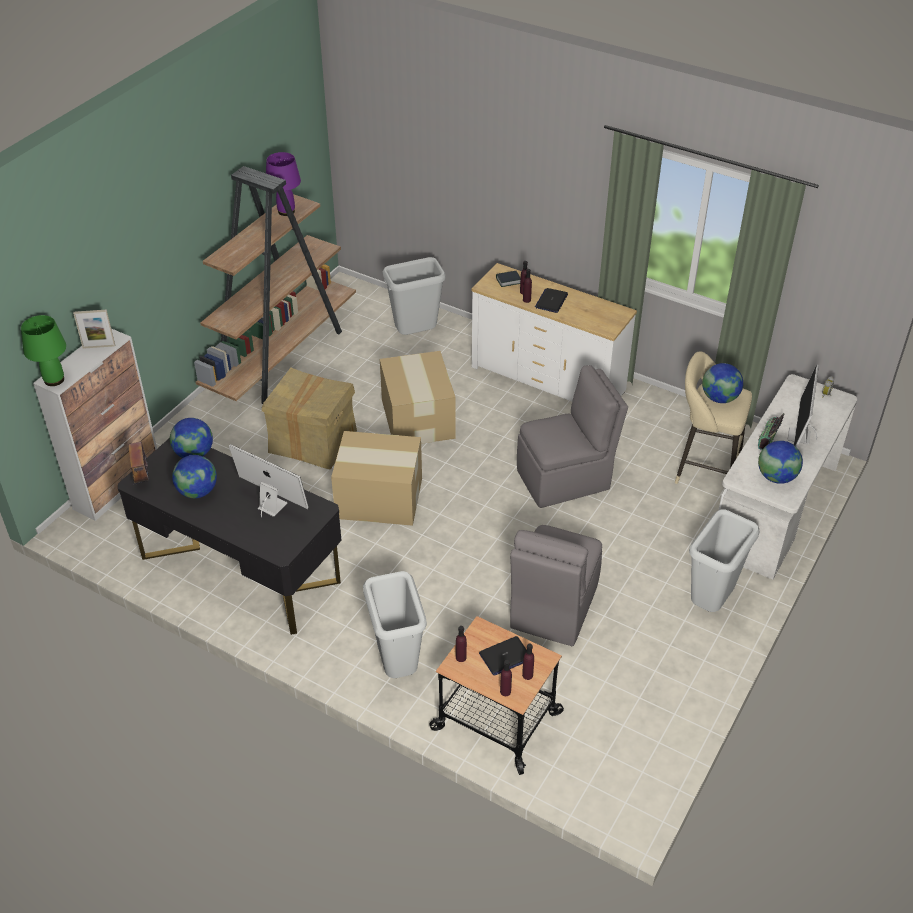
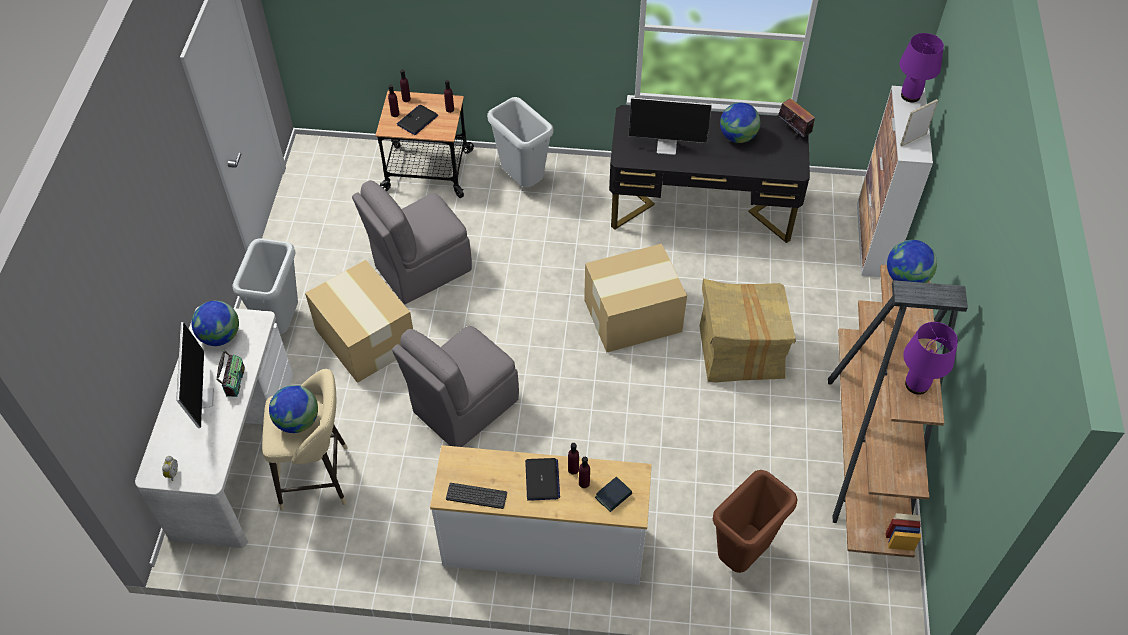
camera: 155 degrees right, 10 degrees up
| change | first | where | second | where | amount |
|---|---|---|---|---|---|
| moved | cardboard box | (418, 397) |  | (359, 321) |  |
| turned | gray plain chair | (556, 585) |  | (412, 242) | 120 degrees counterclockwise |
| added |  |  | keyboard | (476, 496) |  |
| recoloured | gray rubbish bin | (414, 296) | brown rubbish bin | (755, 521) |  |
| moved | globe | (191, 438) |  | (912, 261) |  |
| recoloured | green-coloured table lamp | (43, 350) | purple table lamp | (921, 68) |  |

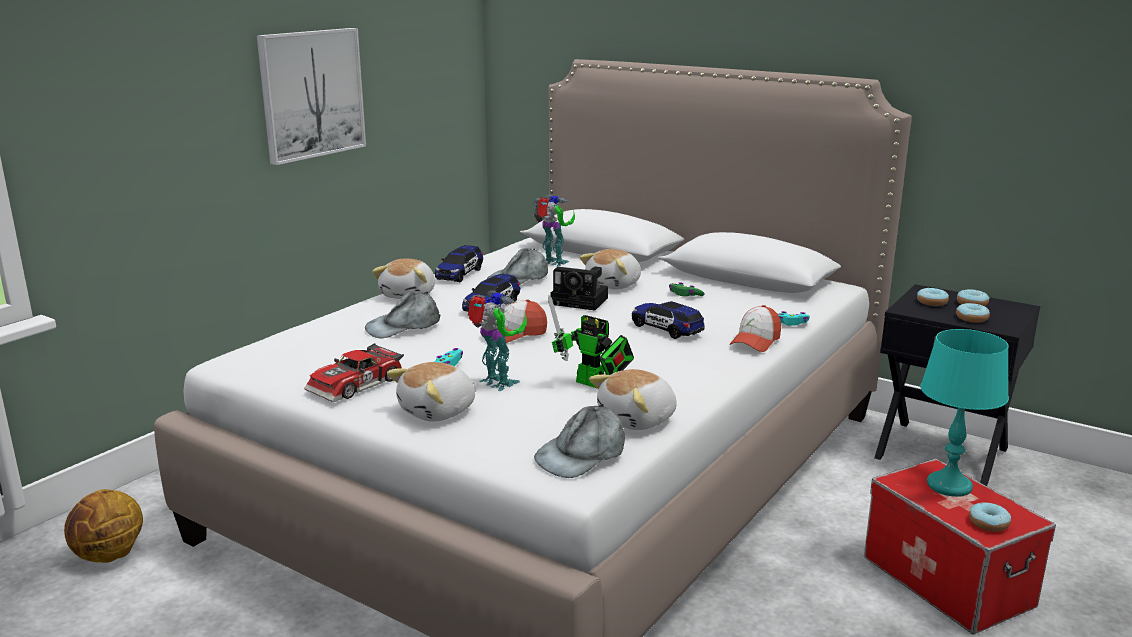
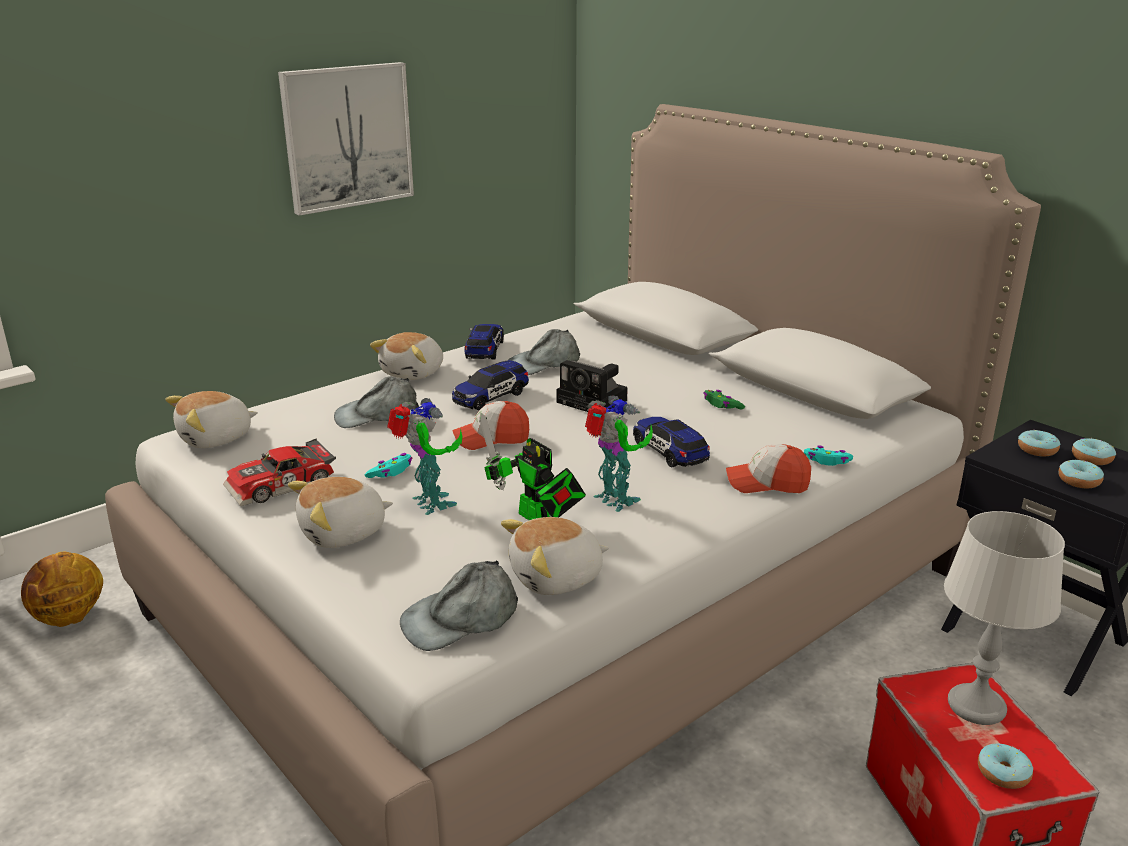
camera: 15 degrees right, 5 degrees up
| change | first | where | second | where | amount |
|---|---|---|---|---|---|
| moved | cuddly toy | (610, 269) |  | (211, 419) |  |
| turned | miniature car | (459, 264) |  | (484, 342) | 150 degrees clockwise |
| moved | toy robot | (554, 230) |  | (619, 453) |  |
| turned | cap | (755, 328) |  | (768, 468) | 45 degrees clockwise |
| recoloured | turquoise table lamp | (964, 413) | gray table lamp | (1004, 618) |  |

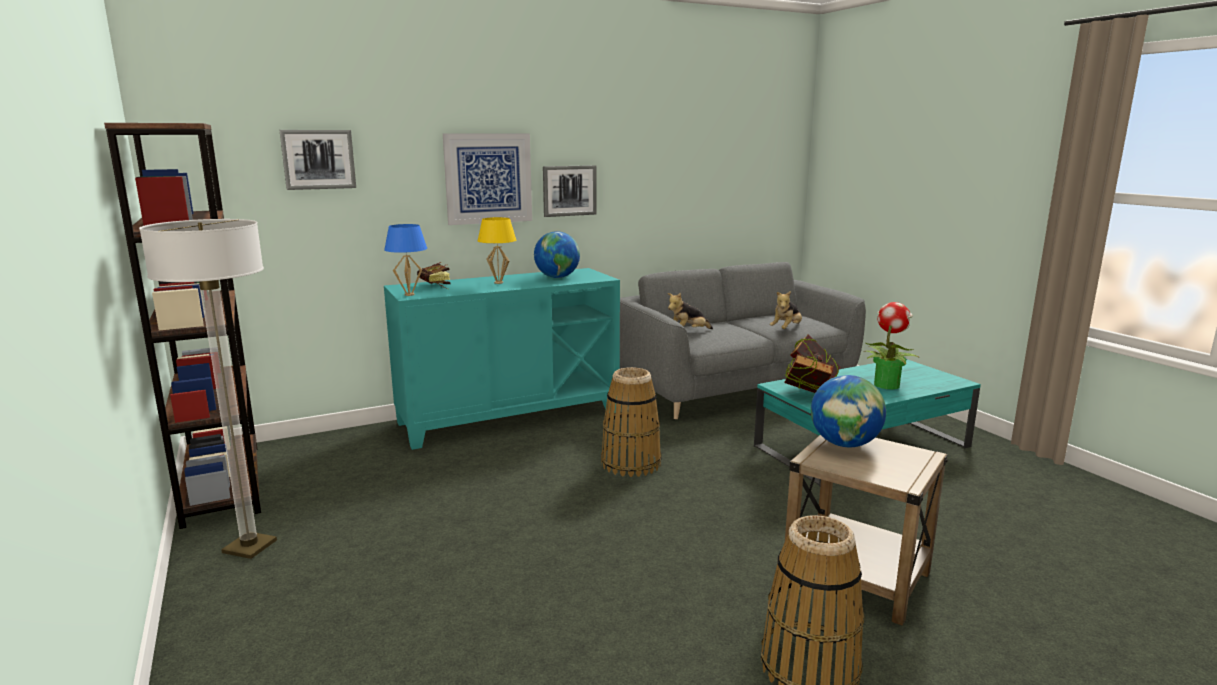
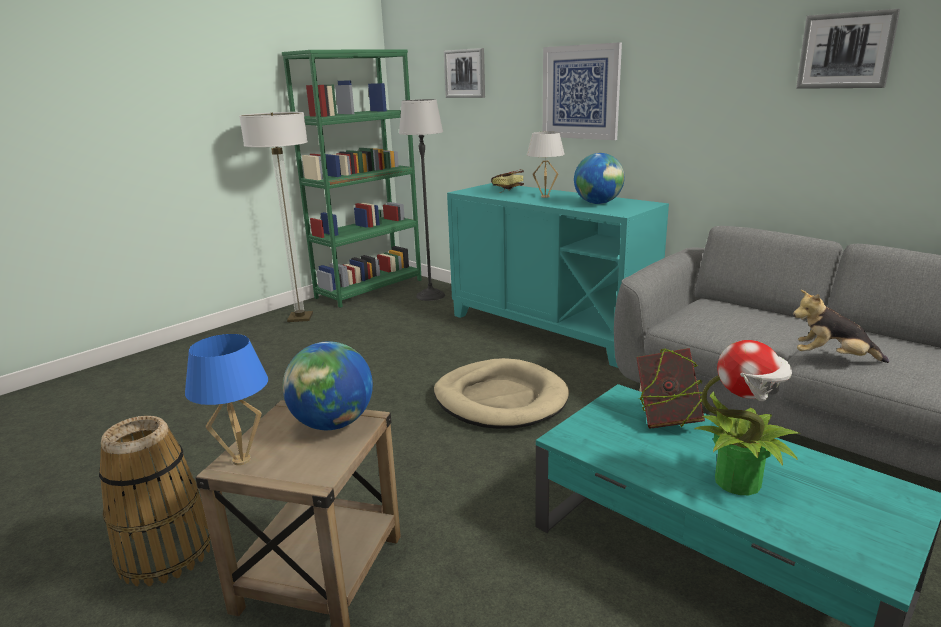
camera: 70 degrees right, 5 degrees up
| change | first | where | second | where | amount |
|---|---|---|---|---|---|
| moved | blue table lamp | (405, 260) |  | (226, 399) |  |
| recoloured | brown shelving unit | (182, 326) | green-coloured shelving unit | (352, 179) |  |
| added |  |  | standing lamp | (422, 200) |  |
| replaced | household basket | (631, 422) | beige-coloured pet bed | (501, 393) |  |
| recoloured | yellow-coloured table lamp | (497, 250) | white table lamp | (546, 165) |  |
| moved | picture | (570, 191) |  | (848, 49) |  |
| removed | cuddly toy | (690, 311) |  |  |  |
| removed | book | (809, 373) |  |  |  |

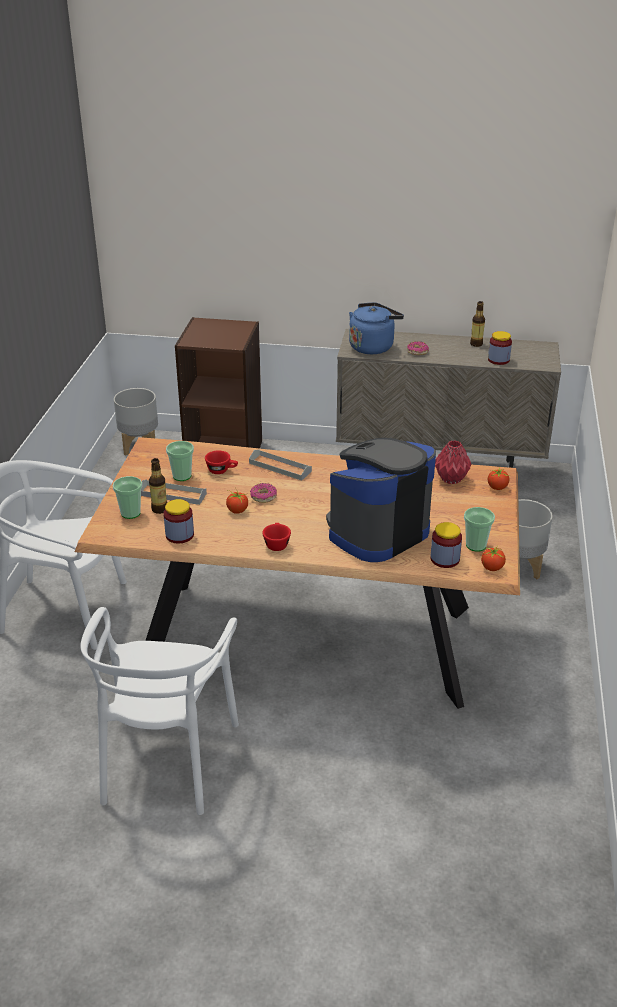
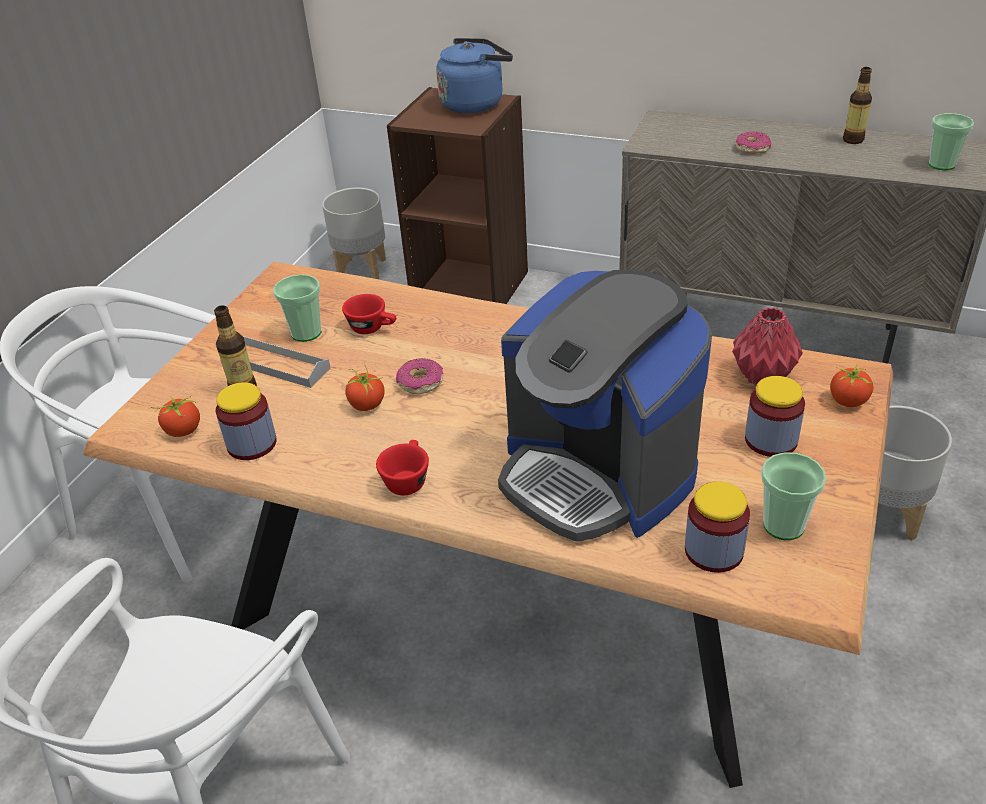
camera: 15 degrees right, 5 degrees up
| change | first | where | second | where | amount |
|---|---|---|---|---|---|
| moved | whole tomato | (493, 558) |  | (175, 416) |  |
| moved | blue tea kettle | (376, 328) |  | (474, 75) |  |
| turned | coffee machine | (381, 500) |  | (605, 405) | 105 degrees counterclockwise |
| moved | preserve jar | (500, 348) |  | (775, 416) |  |
| moved | drinking cup | (127, 497) |  | (951, 141) |  |
| removed | gray tray | (280, 465) |  |  |  |

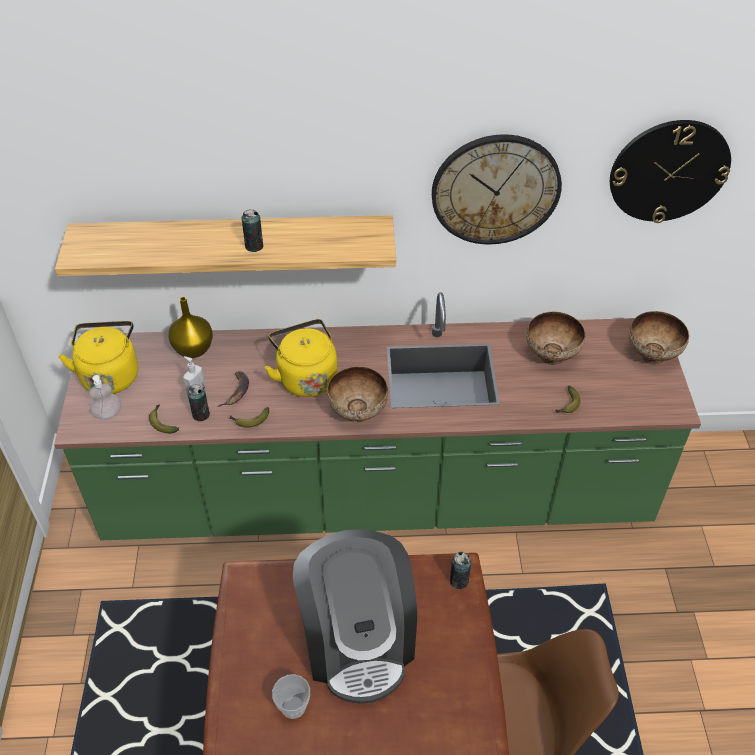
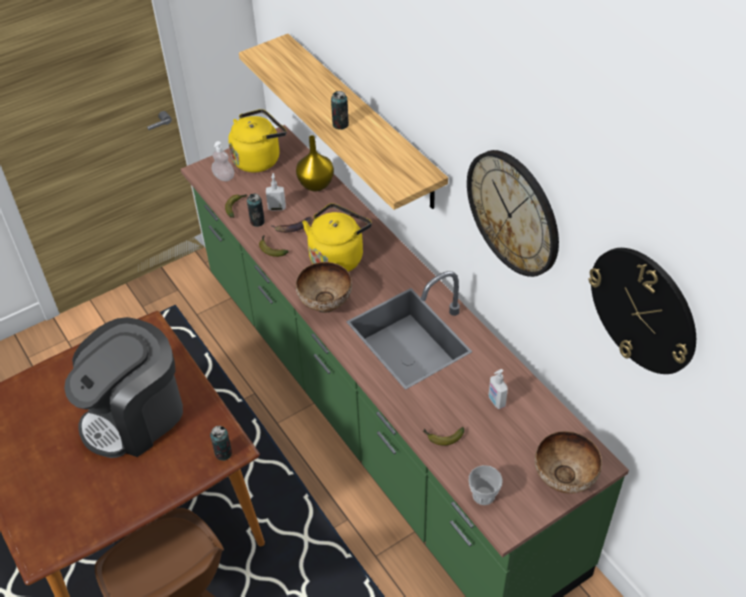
camera: 60 degrees right, 0 degrees up
| change | first | where | second | where | amount |
|---|---|---|---|---|---|
| moved | drinking cup | (291, 696) |  | (486, 485) |  |
| replaced | serving bowl | (555, 338) | soap dispenser | (498, 389) |  |

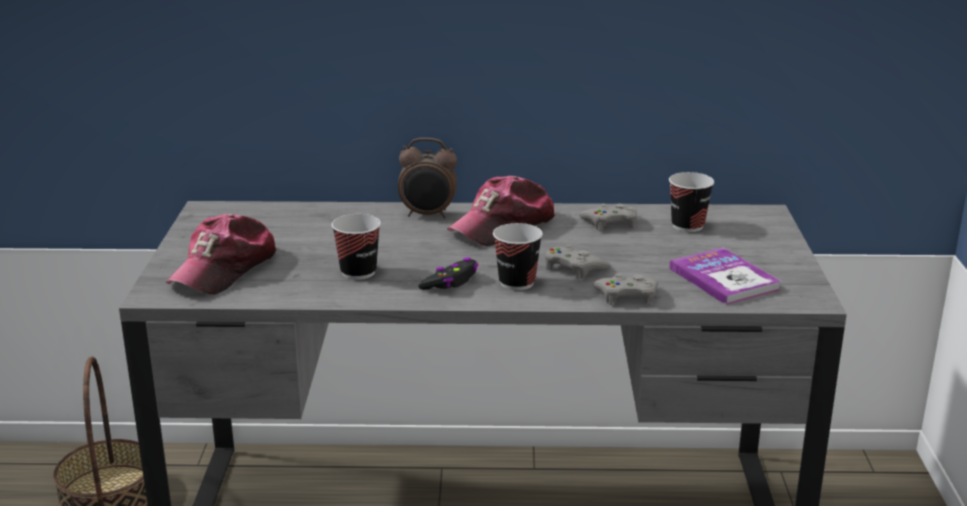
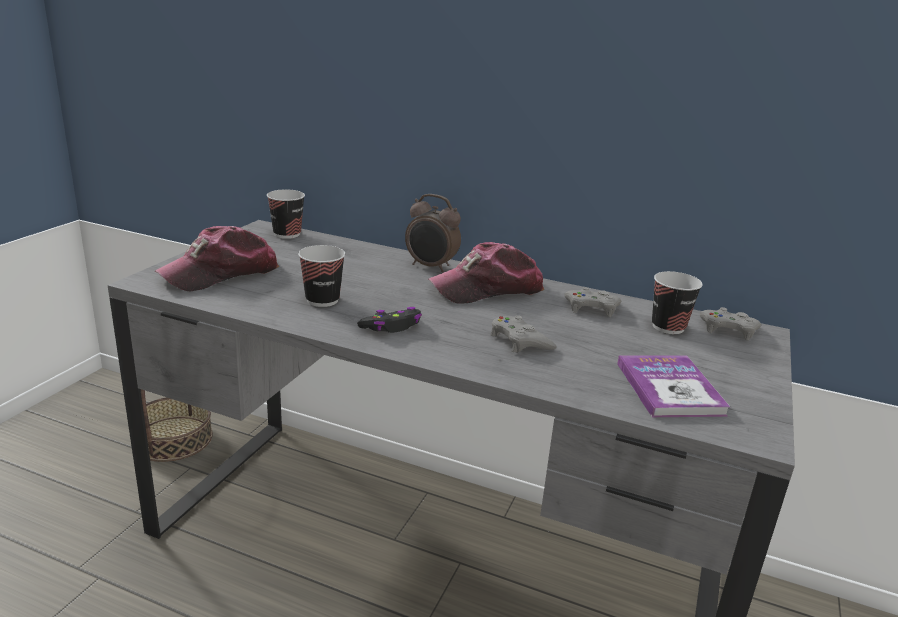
camera: 20 degrees right, 0 degrees up
| change | first | where | second | where | amount |
|---|---|---|---|---|---|
| moved | drinking cup | (518, 256) |  | (286, 214) |  |
| moved | gray game controller | (625, 289) |  | (730, 324) |  |

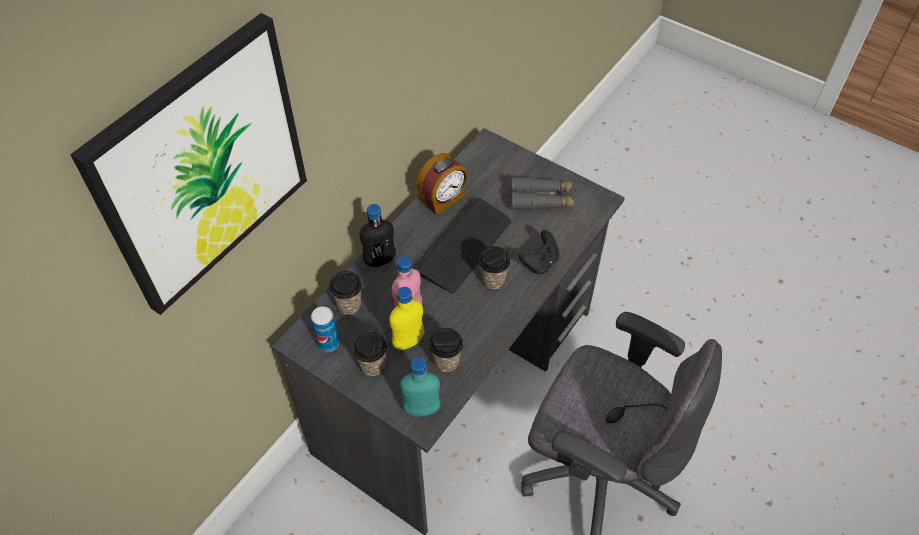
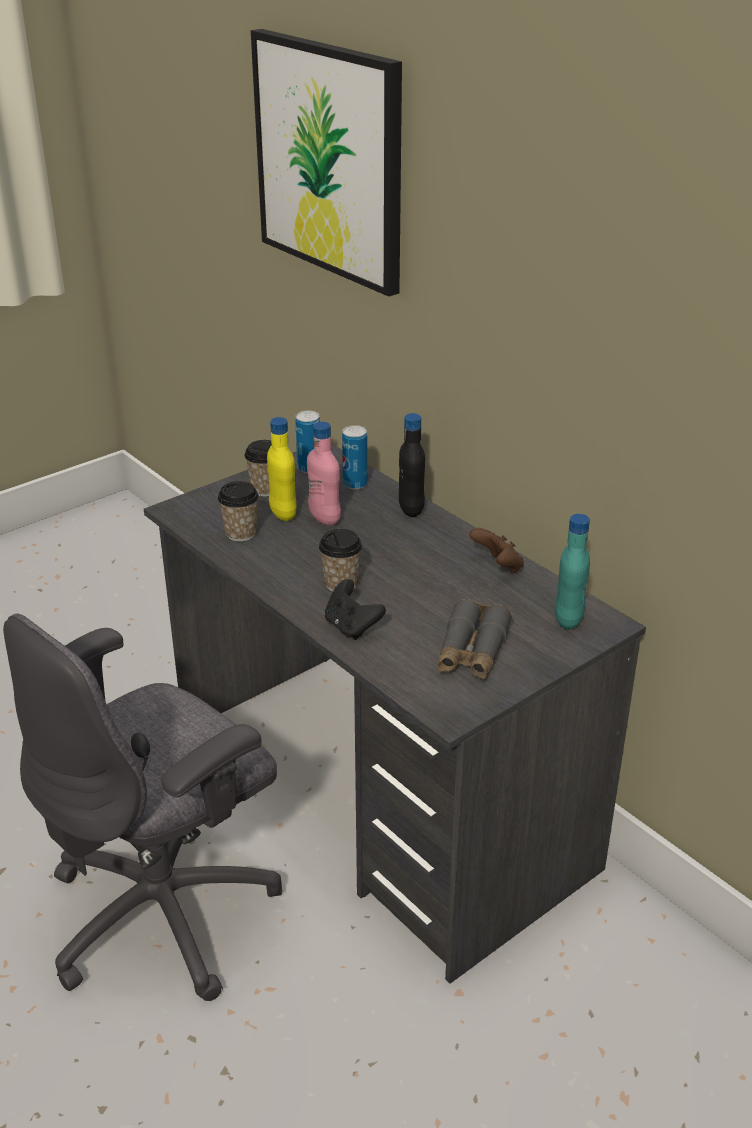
camera: 105 degrees right, 20 degrees down
| change | first | where | second | where | amount |
|---|---|---|---|---|---|
| replaced | drinking cup | (345, 293) | can | (354, 457) |  |
| replaced | alarm clock | (442, 184) | brown game controller | (497, 550) |  |
| moved | turquoise drink bottle | (420, 386) |  | (572, 572) |  |
| removed | keyboard | (463, 245) |  |  |  |

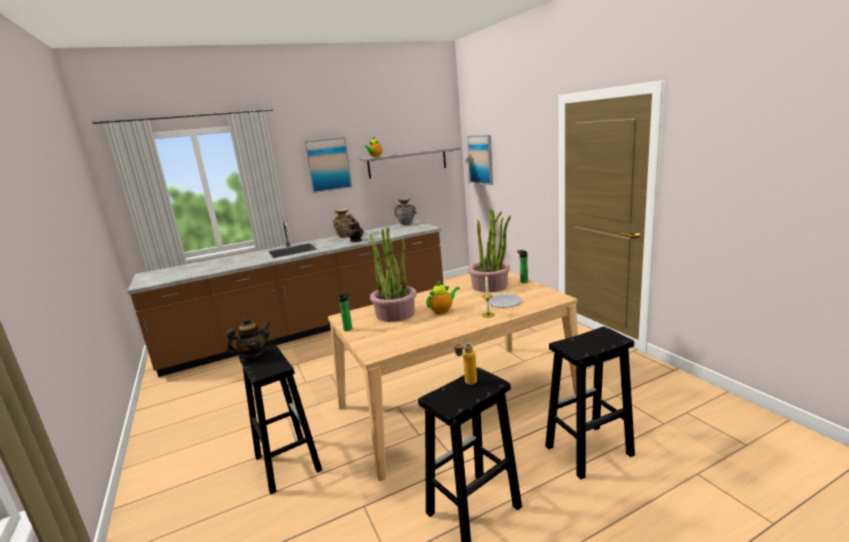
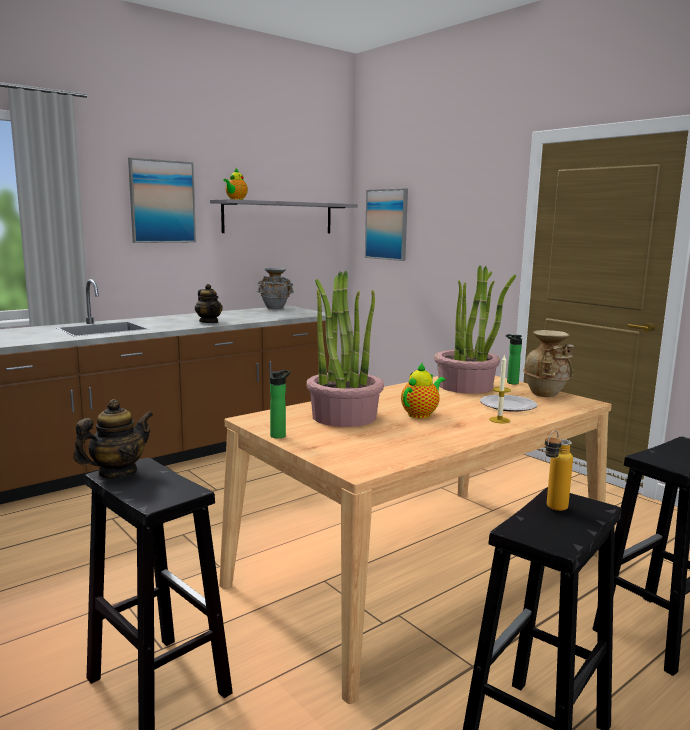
camera: 15 degrees left, 5 degrees down
| change | first | where | second | where | amount |
|---|---|---|---|---|---|
| moved | beige-coloured flower vase | (343, 223) |  | (548, 363) |  |

